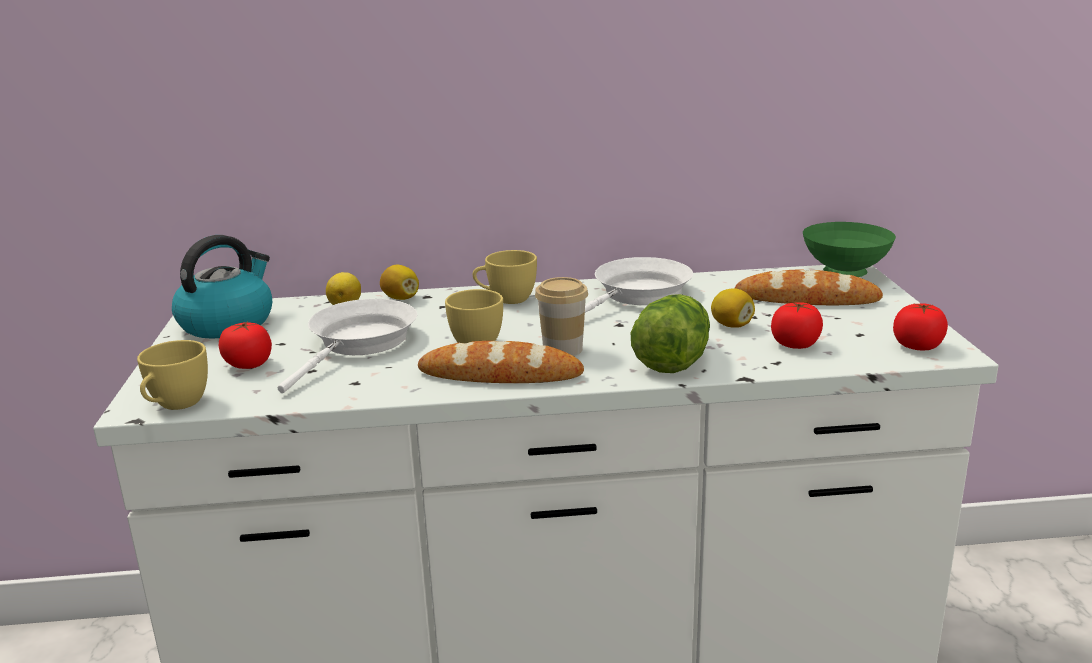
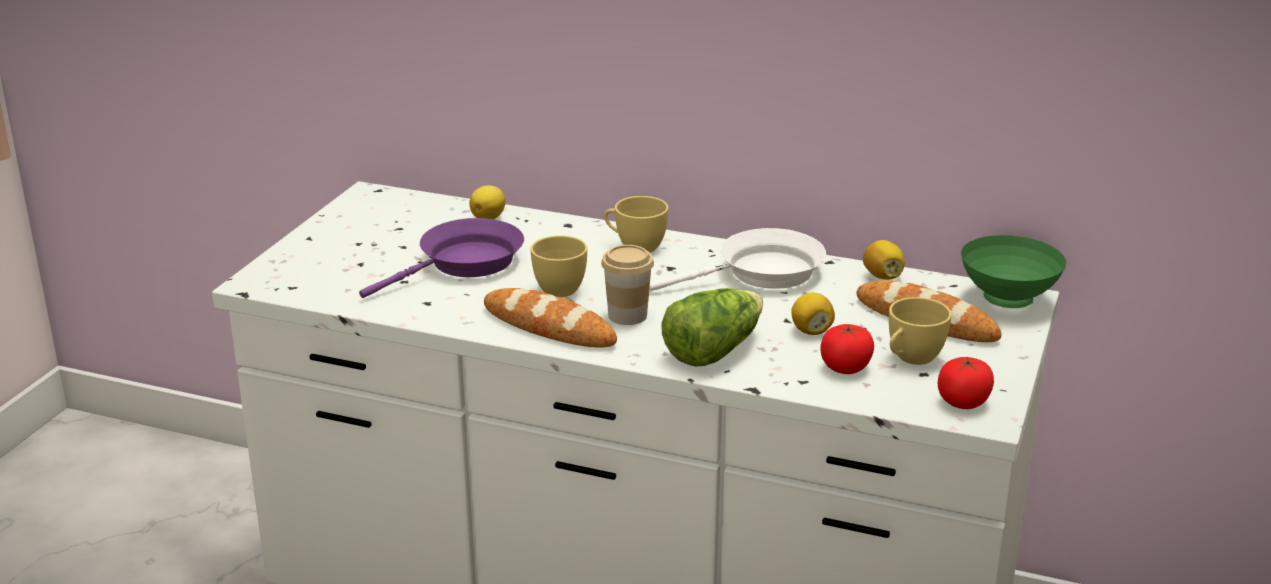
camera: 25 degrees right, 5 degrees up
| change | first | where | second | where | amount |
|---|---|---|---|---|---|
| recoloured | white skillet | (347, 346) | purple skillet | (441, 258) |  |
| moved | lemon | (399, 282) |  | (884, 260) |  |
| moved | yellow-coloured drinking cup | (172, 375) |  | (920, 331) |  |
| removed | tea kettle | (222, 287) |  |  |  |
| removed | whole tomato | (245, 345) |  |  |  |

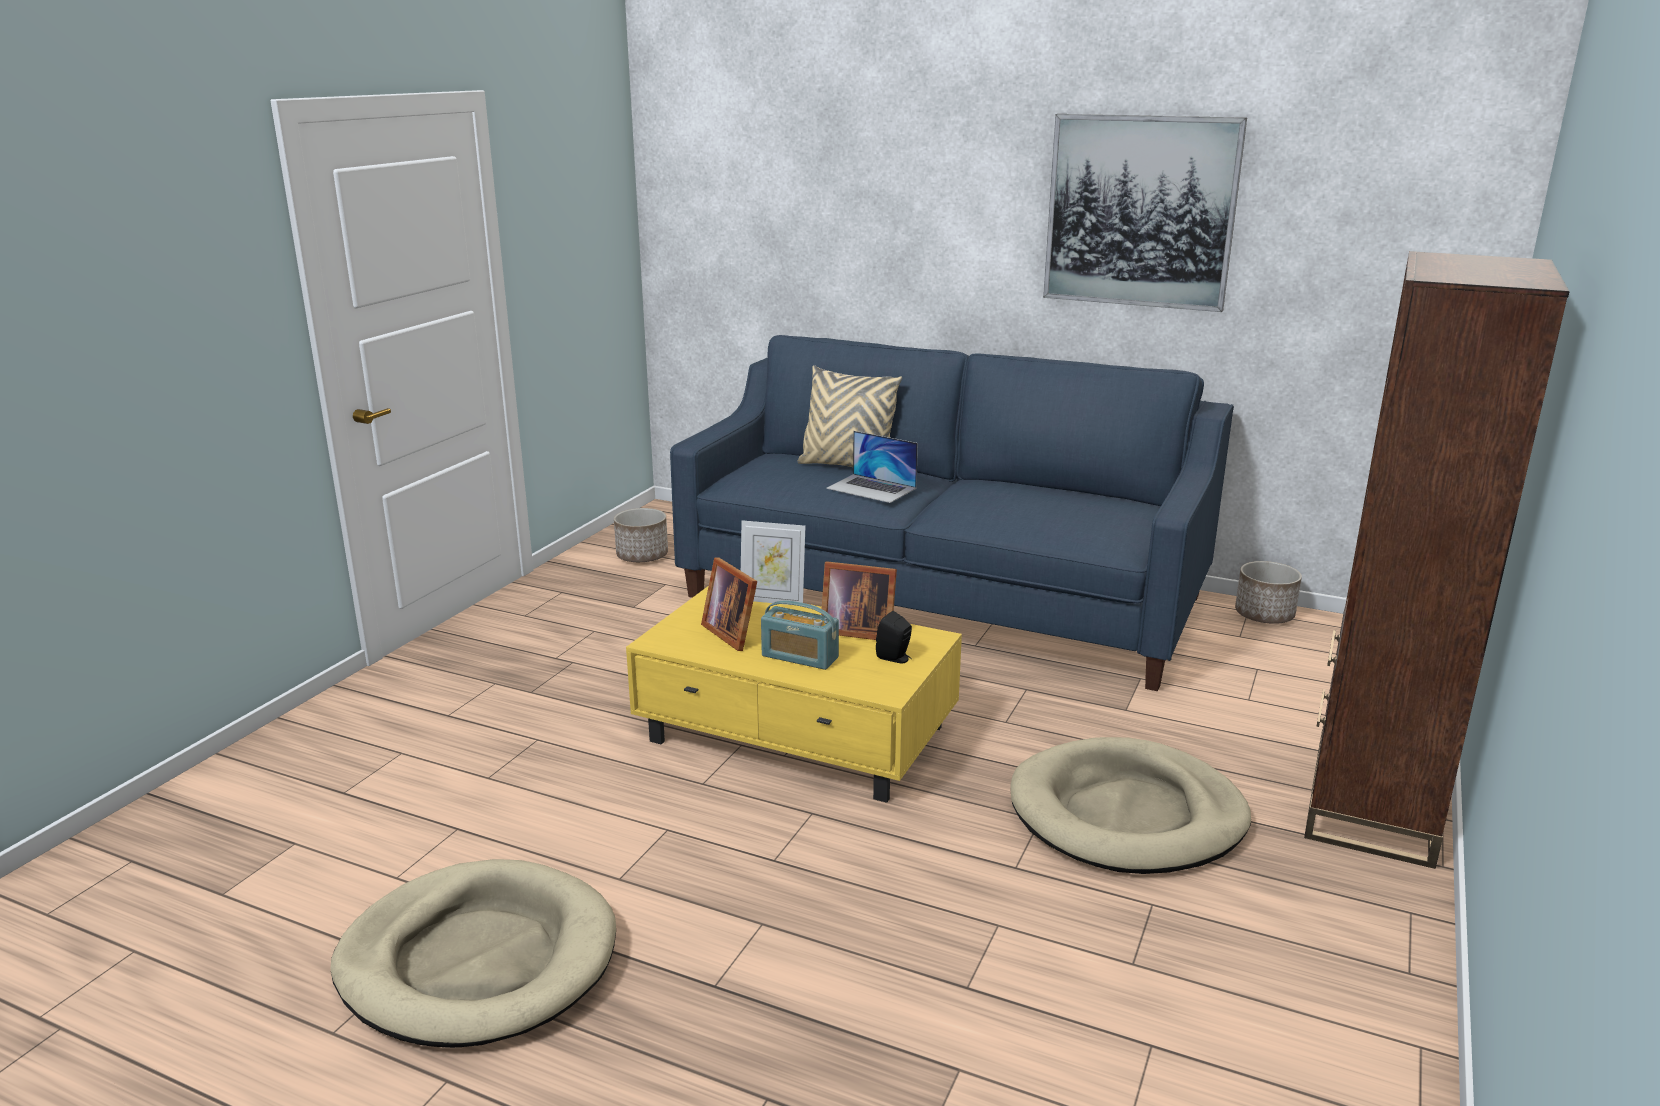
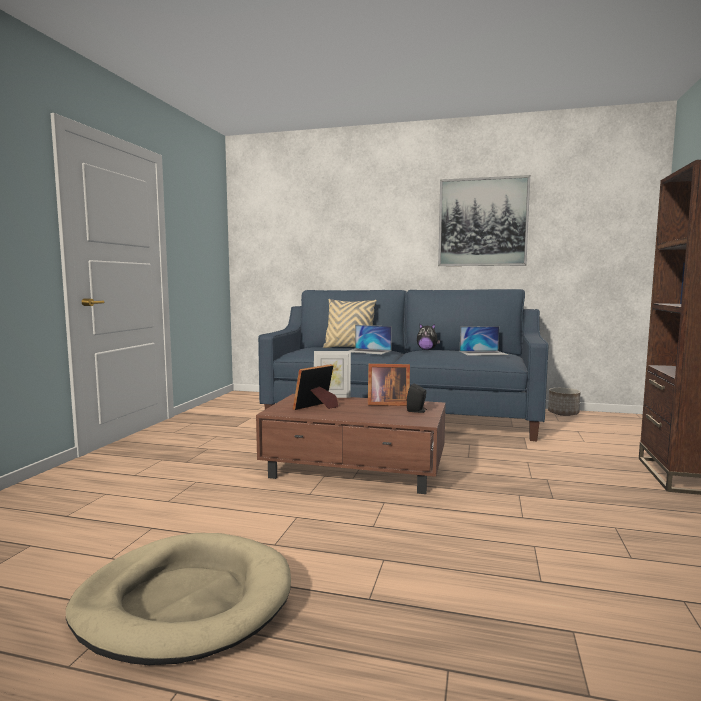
camera: 10 degrees left, 15 degrees down
| change | first | where | second | where | amount |
|---|---|---|---|---|---|
| recoloured | yellow-coloured low table | (794, 694) | brown low table | (351, 444) |  |
| turned | standing frame | (729, 604) |  | (315, 387) | 90 degrees clockwise |
| added |  |  | cuddly toy | (428, 336) |  |
| added |  |  | notebook computer | (484, 341) |  |
| removed | planter | (641, 535) |  |  |  |
| removed | radio receiver | (800, 635) |  |  |  |
| removed | beige-coloured pet bed | (1130, 805) |  |  |  |

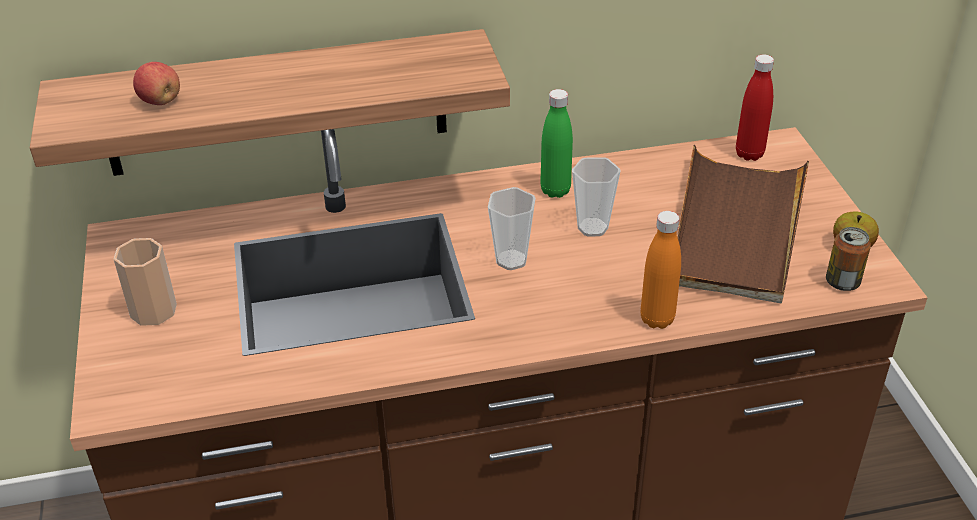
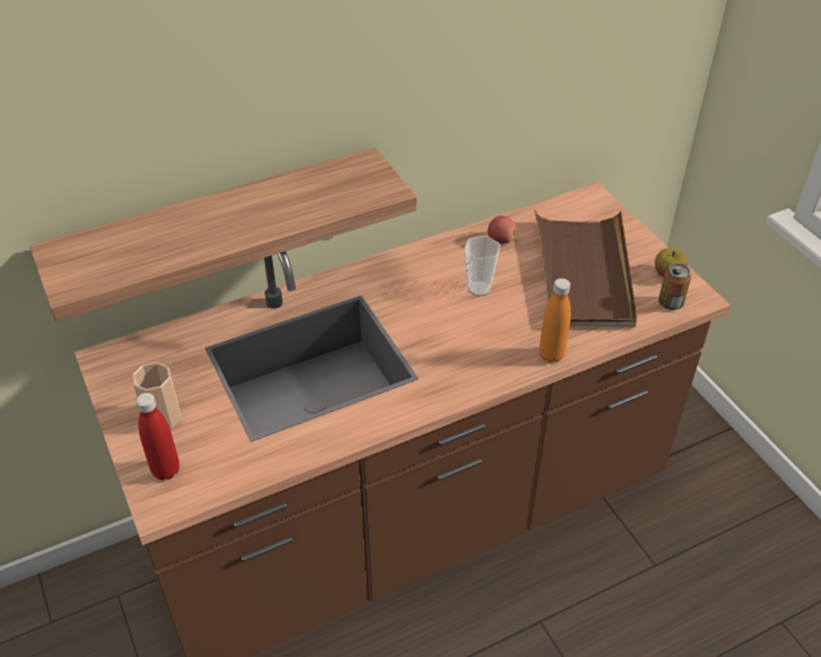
camera: 15 degrees left, 5 degrees up
| change | first | where | second | where | amount |
|---|---|---|---|---|---|
| moved | red-coloured drink bottle | (755, 107) |  | (158, 436) |  |
| moved | apple | (156, 83) |  | (502, 230) |  |
| removed | drinking cup | (512, 228) |  |  |  |
| removed | green-coloured drink bottle | (556, 143) |  |  |  |

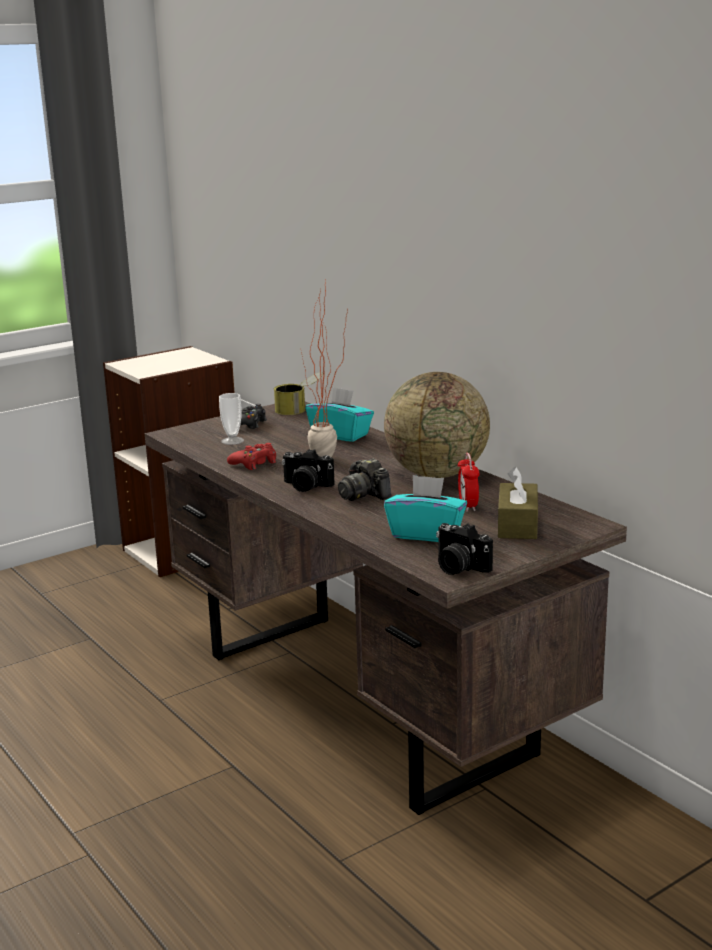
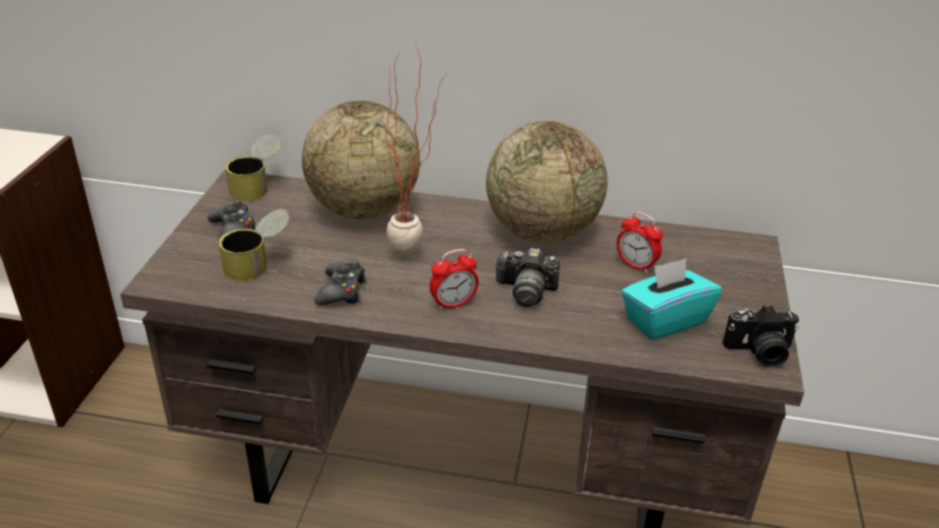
camera: 45 degrees left, 15 degrees up
| change | first | where | second | where | amount |
|---|---|---|---|---|---|
| replaced | drinking cup | (231, 419) | can | (253, 245) |  |
| replaced | turquoise tissue holder | (339, 414) | globe | (361, 160) |  |
| recoloured | red-coloured game controller | (251, 456) | blackish game controller | (340, 282) |  |
| replaced | photo camera | (308, 470) | alarm clock | (454, 280) |  |
| removed | brown tissue holder | (518, 503) |  |  |  |

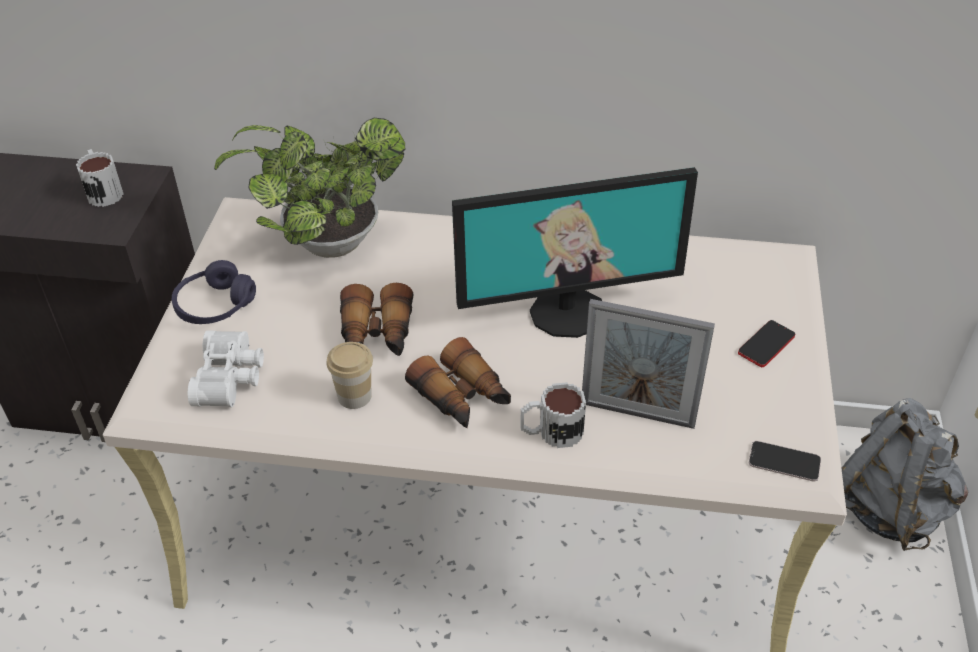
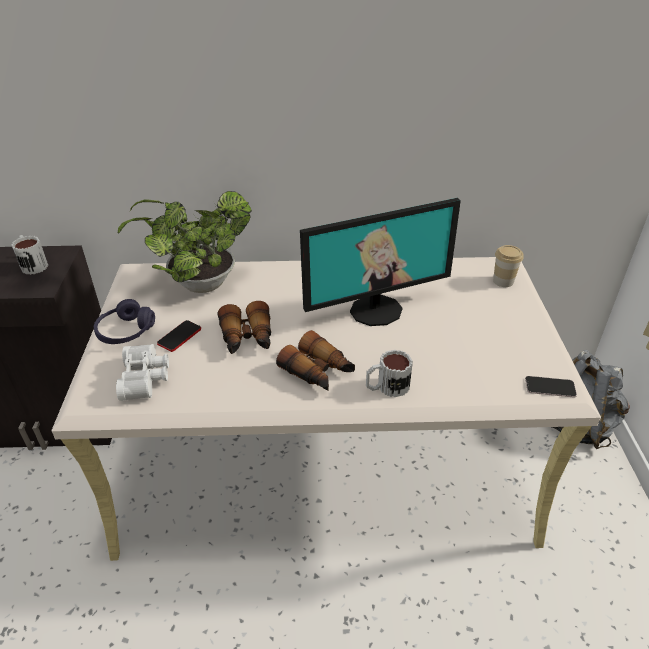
camera: 10 degrees left, 5 degrees down
| change | first | where | second | where | amount |
|---|---|---|---|---|---|
| moved | telephone | (766, 343) |  | (179, 336) |  |
| moved | drinking cup | (350, 375) |  | (508, 266) |  |
| removed | standing frame | (648, 364) |  |  |  |

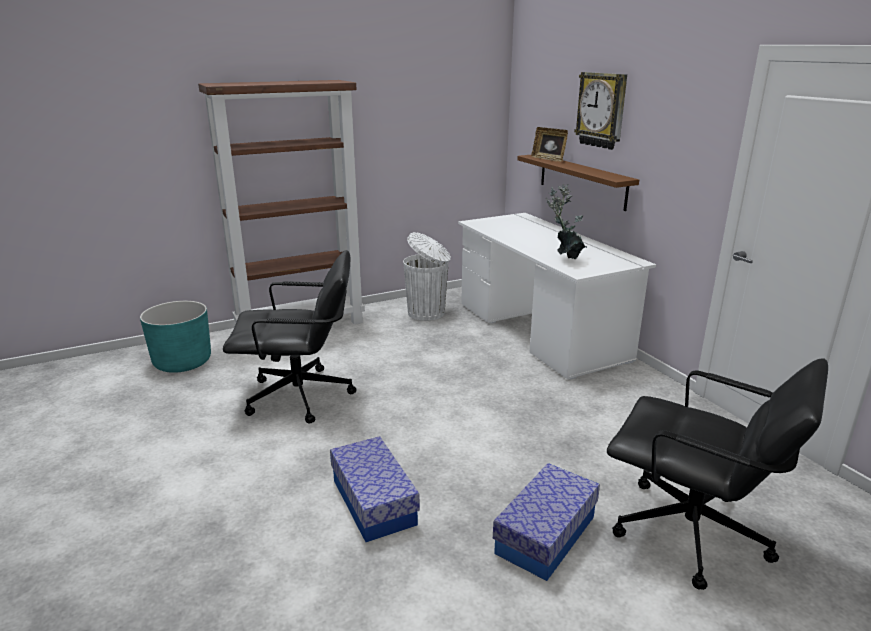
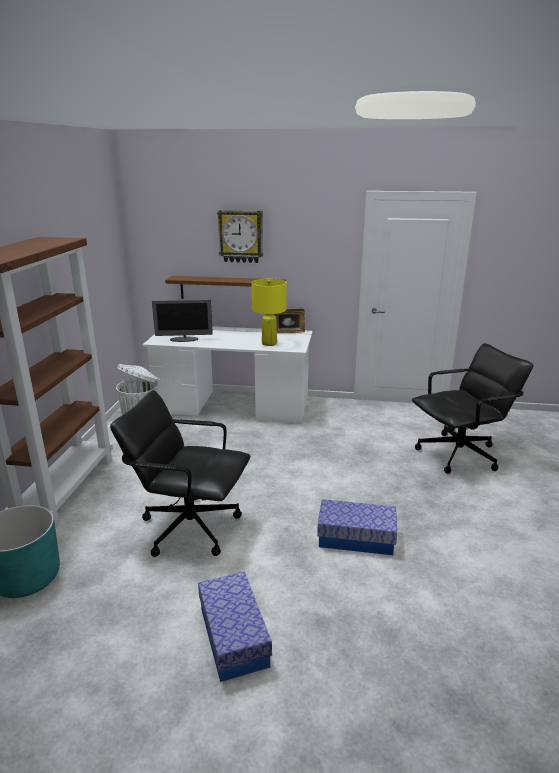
camera: 55 degrees left, 0 degrees up
| change | first | where | second | where | amount |
|---|---|---|---|---|---|
| turned | blackish desk chair | (289, 337) |  | (180, 473) | 105 degrees counterclockwise |
| added |  |  | monitor | (182, 320) |  |
| moved | storage box | (546, 522) |  | (235, 627) |  |
| replaced | houseplant | (566, 221) | yellow-coloured table lamp | (269, 312) |  |
| moved | standing frame | (549, 144) |  | (289, 321) |  |

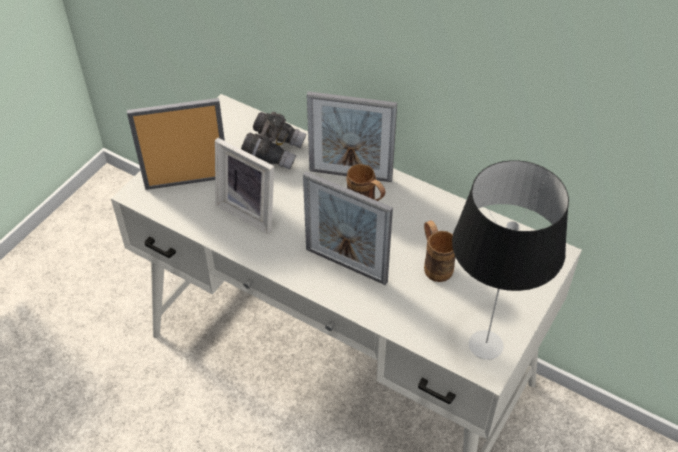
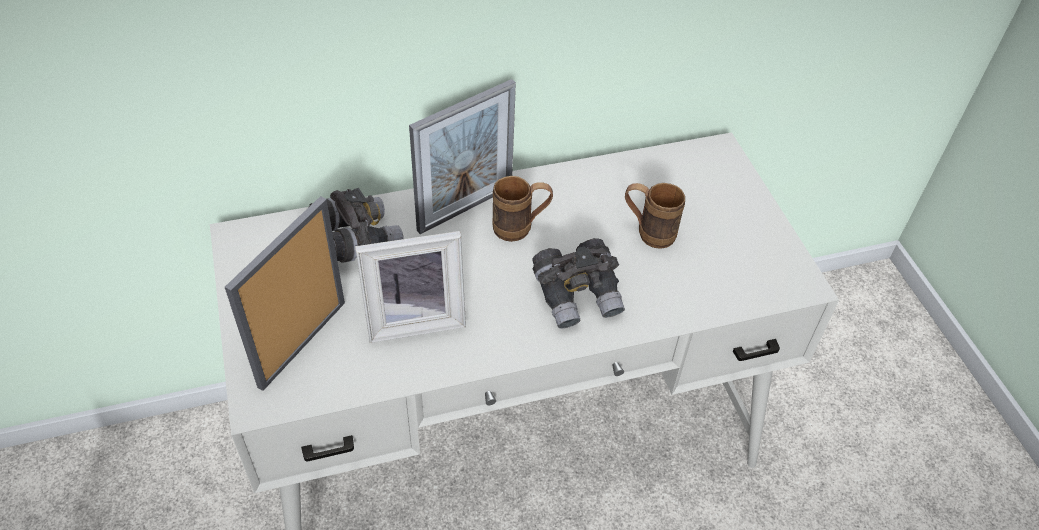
camera: 50 degrees left, 0 degrees up
| change | first | where | second | where | amount |
|---|---|---|---|---|---|
| replaced | standing frame | (348, 228) | gray pair of binoculars | (578, 283) |  |
| removed | table lamp | (510, 260) |  |  |  |

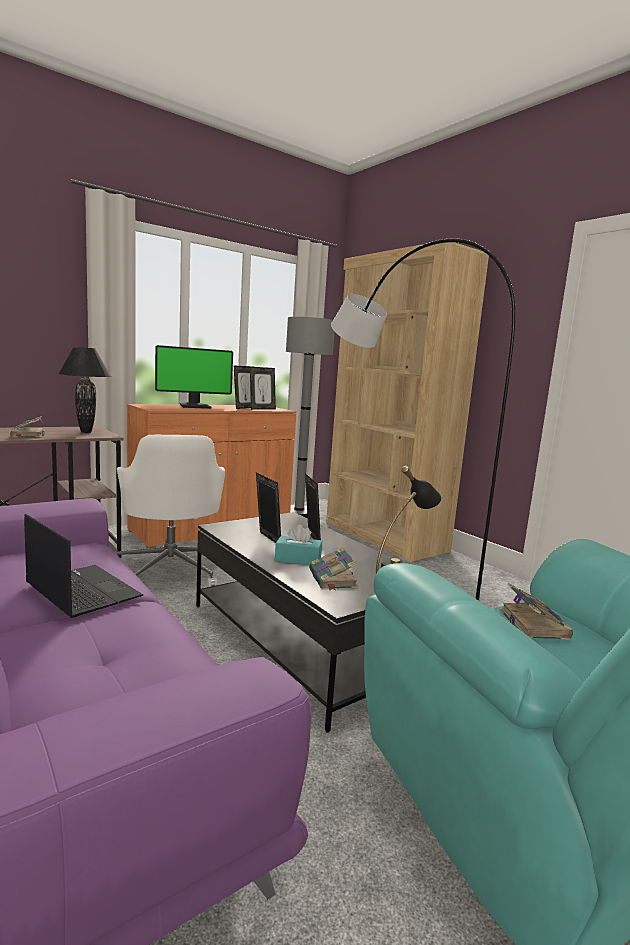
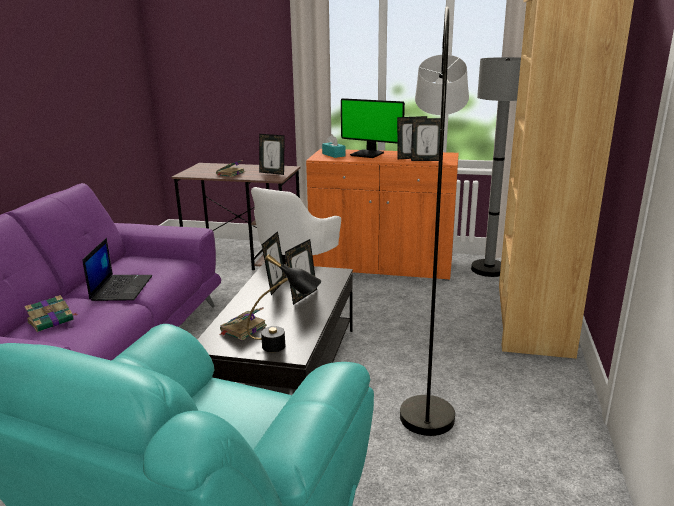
camera: 50 degrees right, 10 degrees up
| change | first | where | second | where | amount |
|---|---|---|---|---|---|
| moved | book | (536, 611) |  | (51, 313) |  |
| replaced | blackish table lamp | (84, 390) | standing frame | (272, 154) |  |
| moved | turquoise tissue holder | (298, 544) |  | (334, 146) |  |

